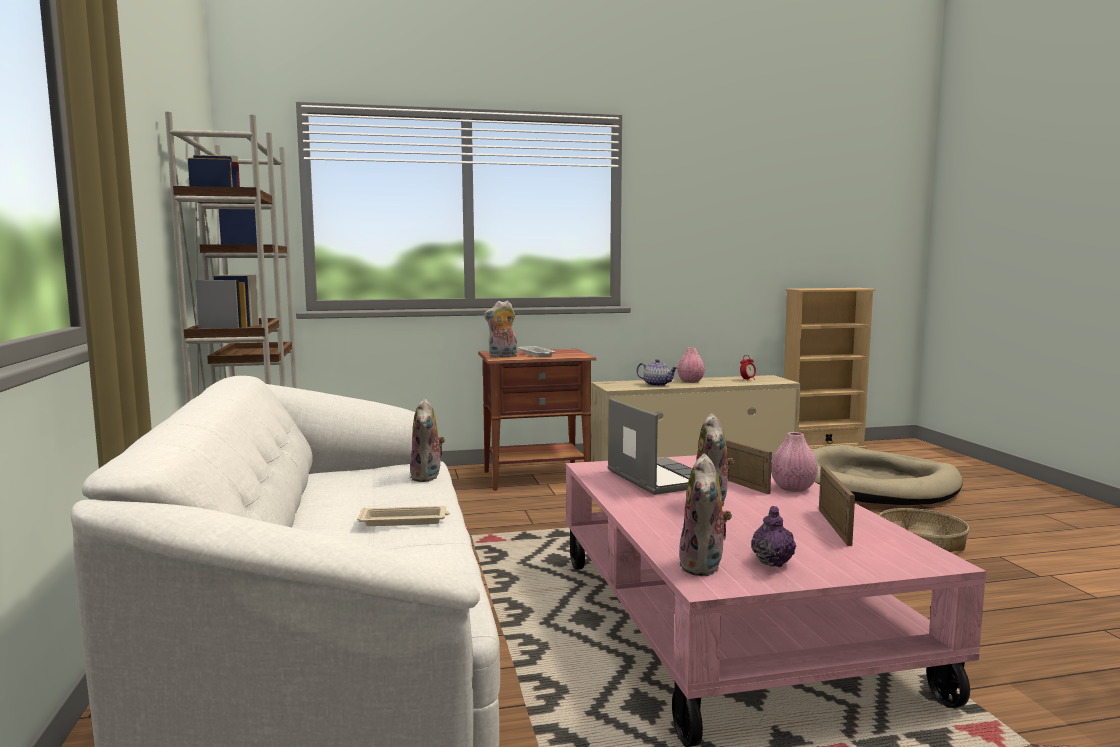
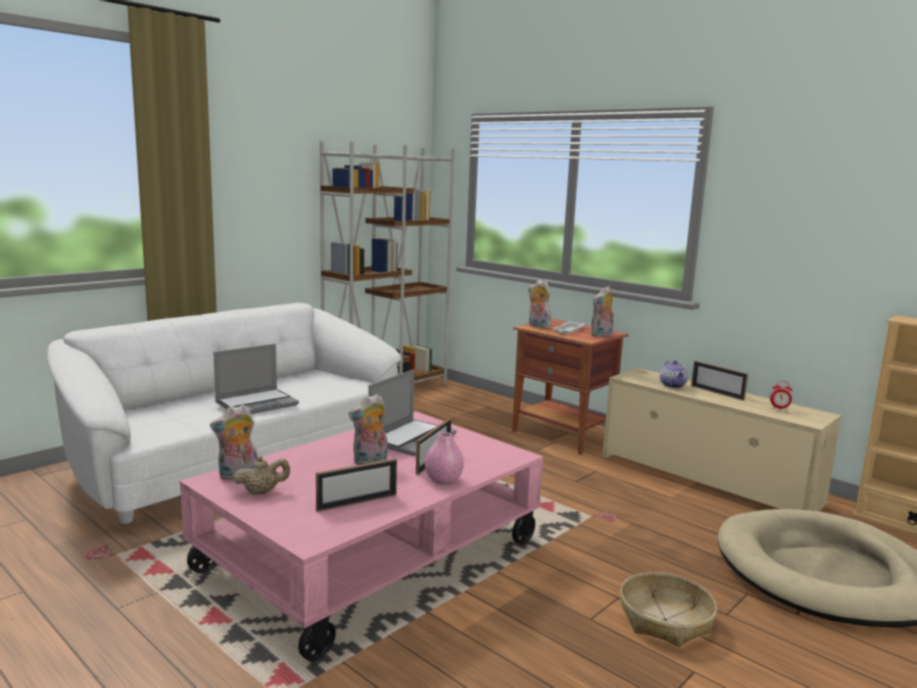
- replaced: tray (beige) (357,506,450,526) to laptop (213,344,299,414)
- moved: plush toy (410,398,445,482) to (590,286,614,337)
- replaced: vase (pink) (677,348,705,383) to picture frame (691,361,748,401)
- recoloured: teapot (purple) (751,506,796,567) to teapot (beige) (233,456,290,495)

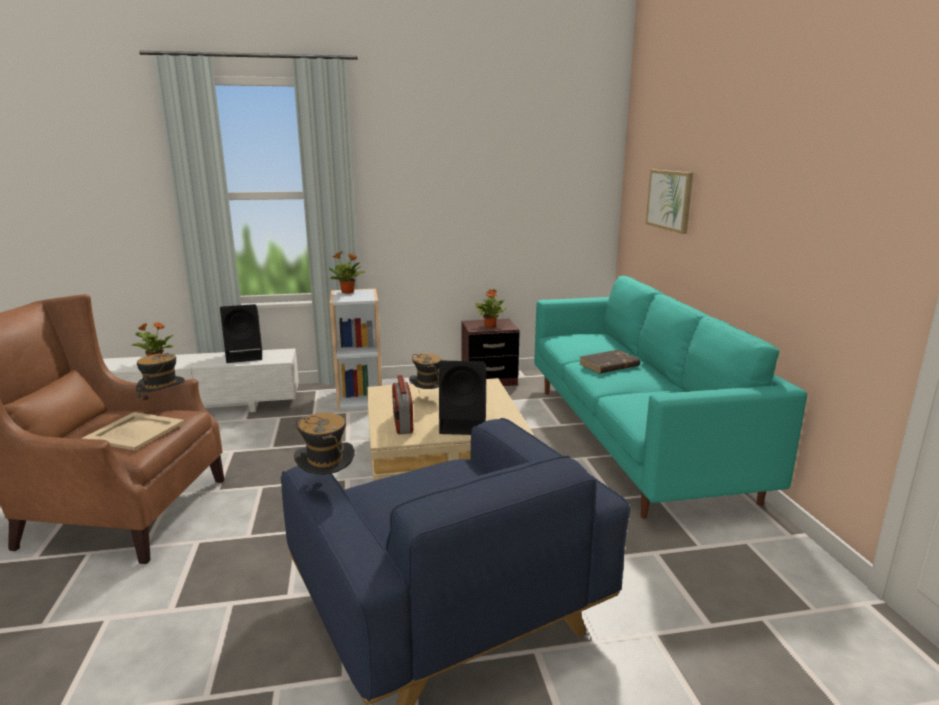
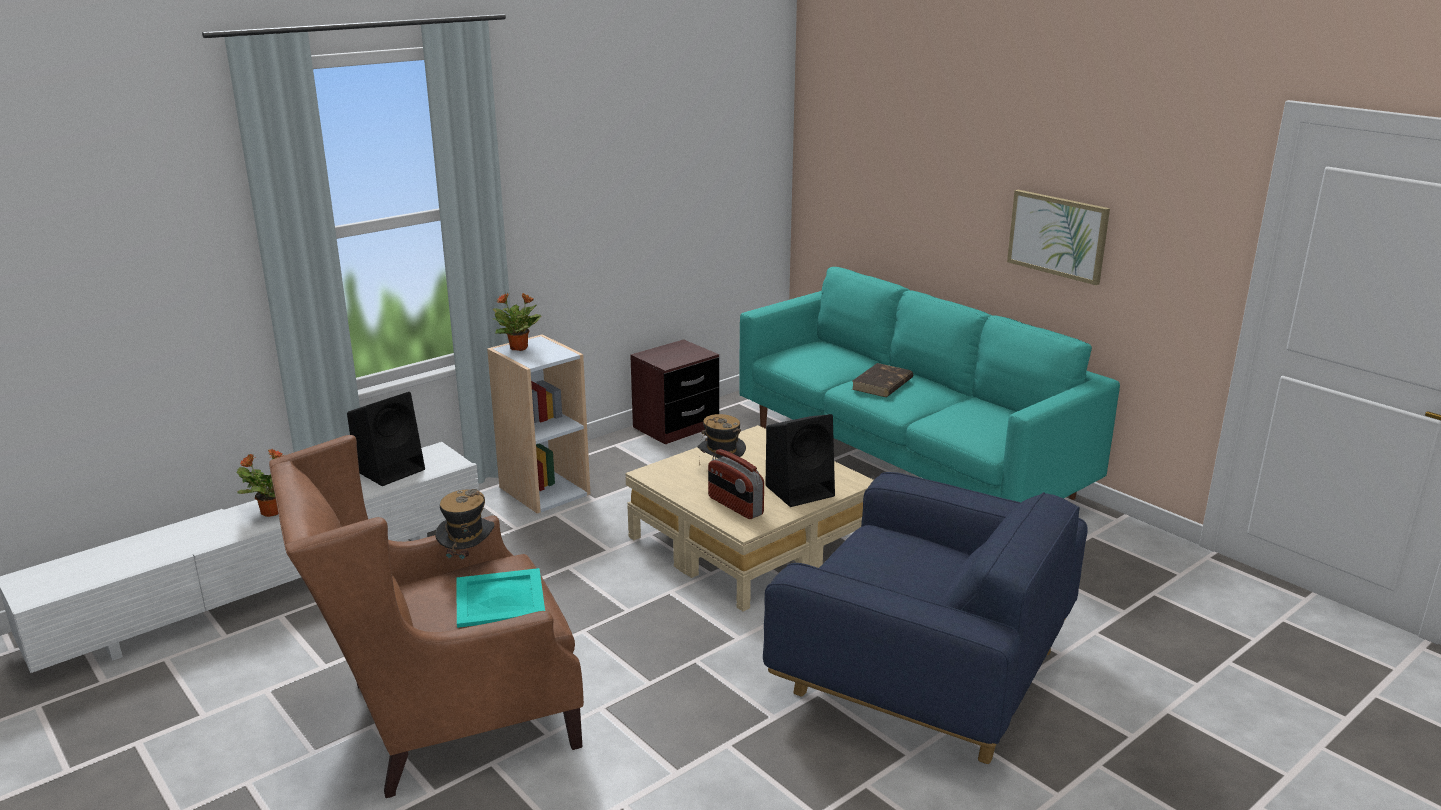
- recoloured: tray (beige) (82,412,184,451) to tray (turquoise) (456,568,545,628)
- removed: hat (294,413,355,475)
- removed: potted plant (475,289,506,328)
- moved: picture (646,170,693,234) to (1007,190,1110,285)

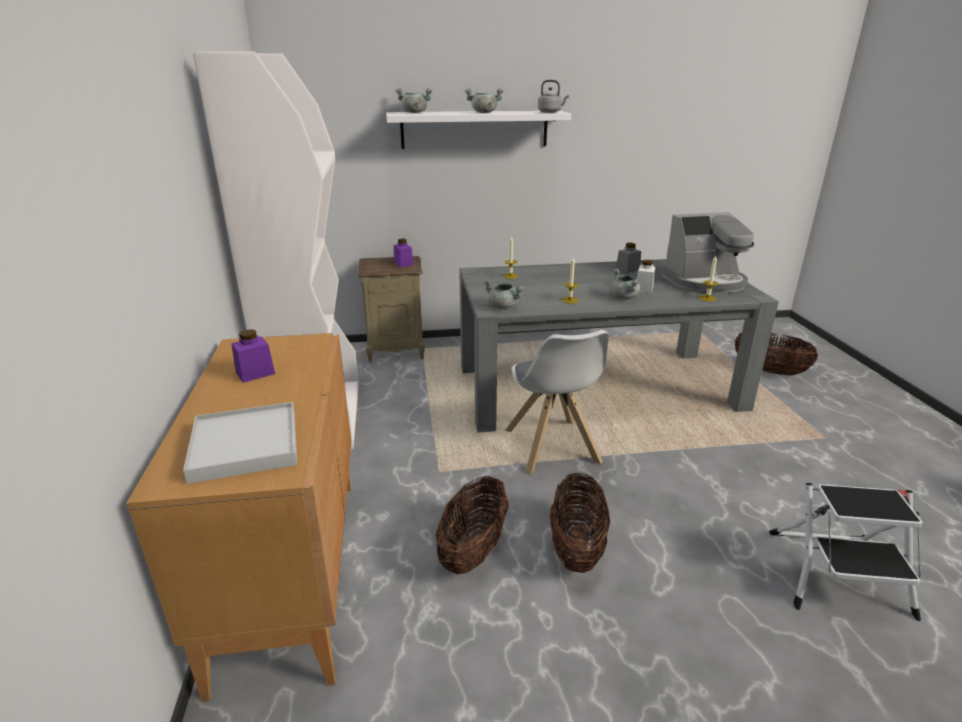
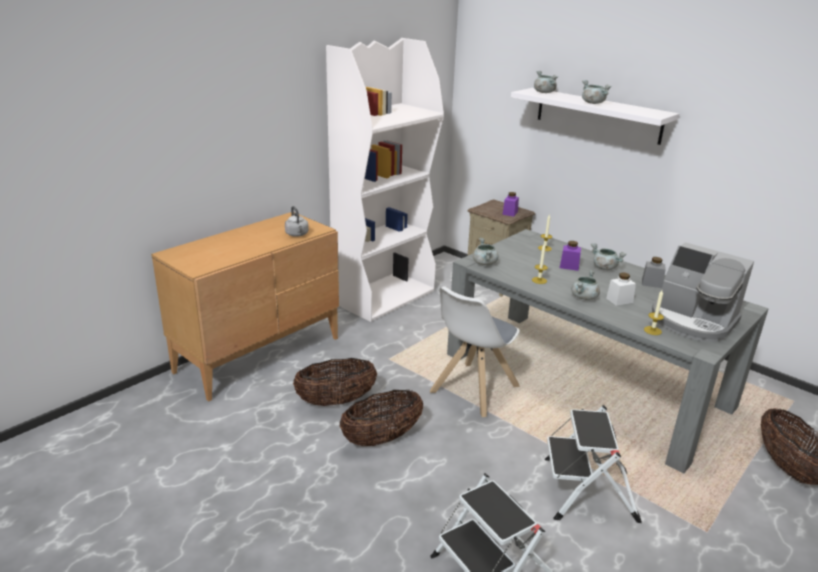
- removed: tray (white) (183,402,297,484)
- moved: jar (purple) (231,329,275,383) to (560,241,581,271)
- moved: kettle (grey) (538,80,569,113) to (285,206,309,237)
- added: step ladder (545,405,642,523)
- added: cooking pot (grey) (591,243,626,270)

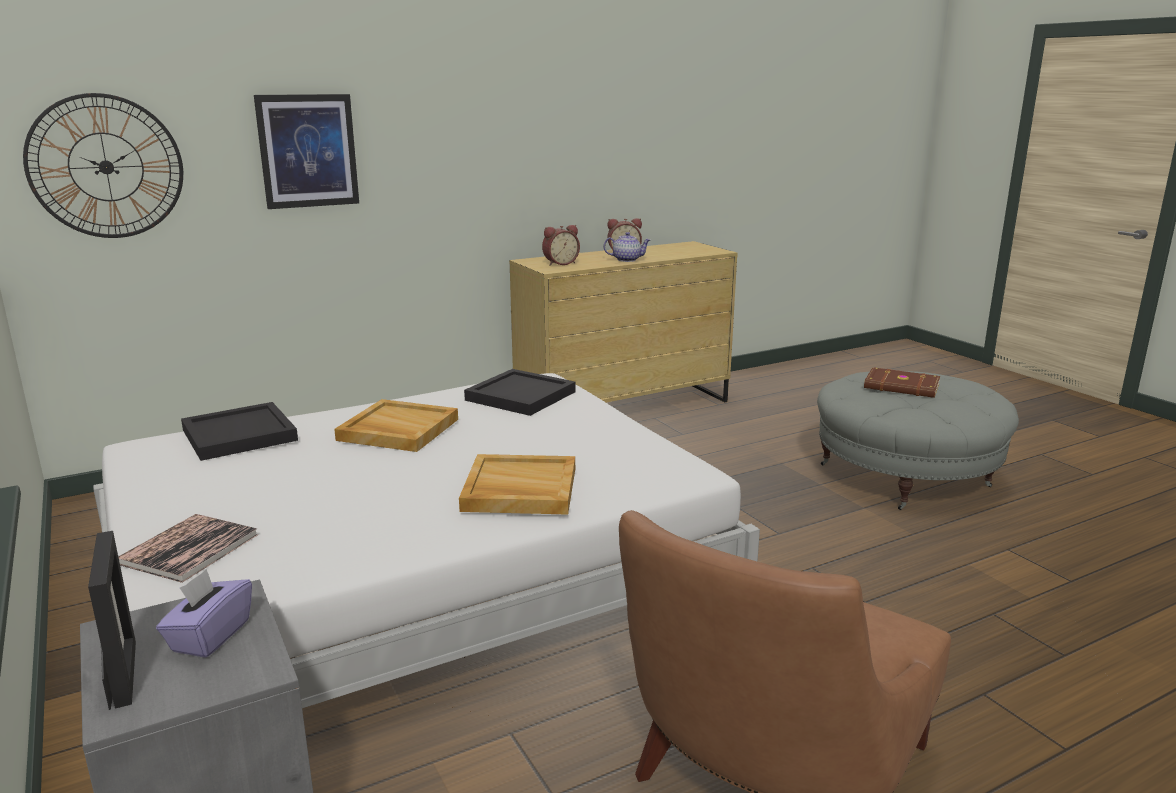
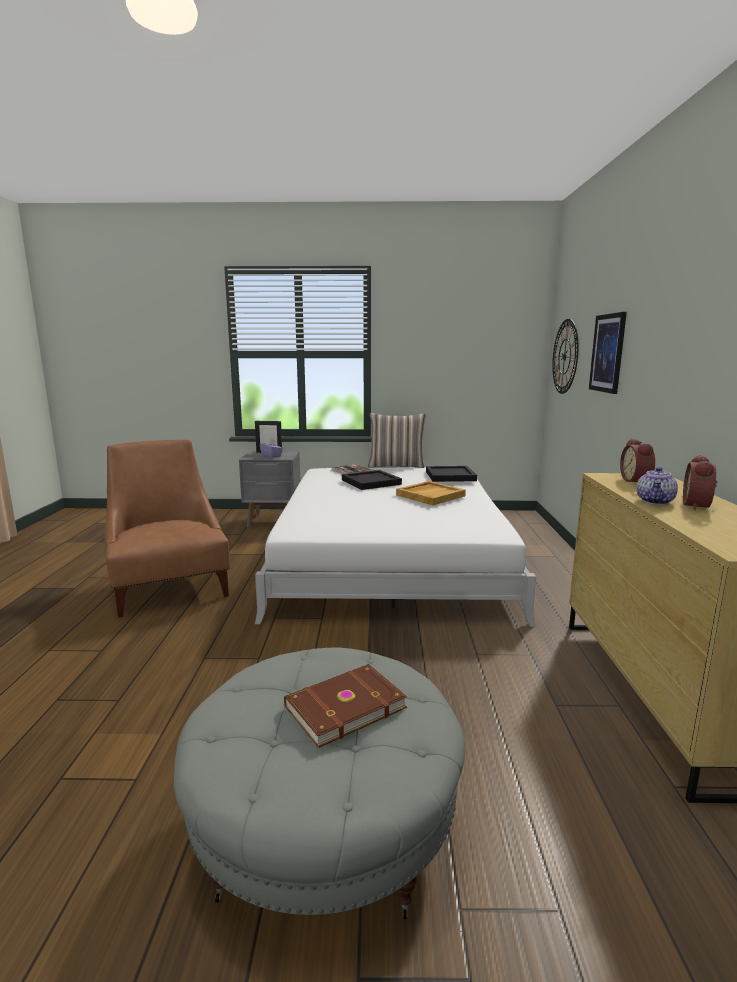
- removed: tray (beige) (459,454,575,515)
- moved: tray (black) (464,369,576,416) to (342,470,402,490)
- added: pillow (368,413,426,468)

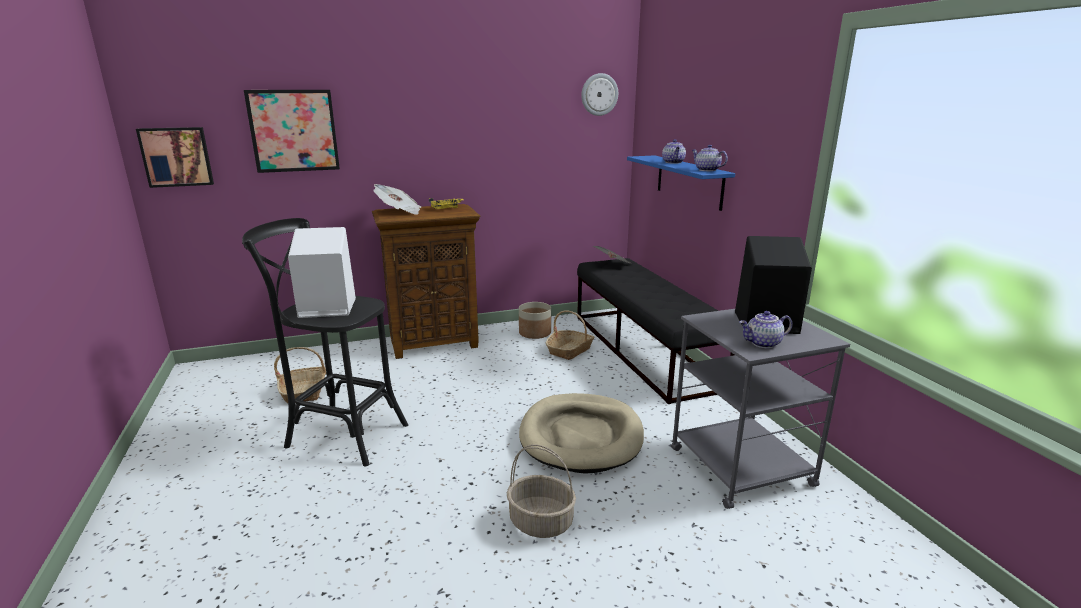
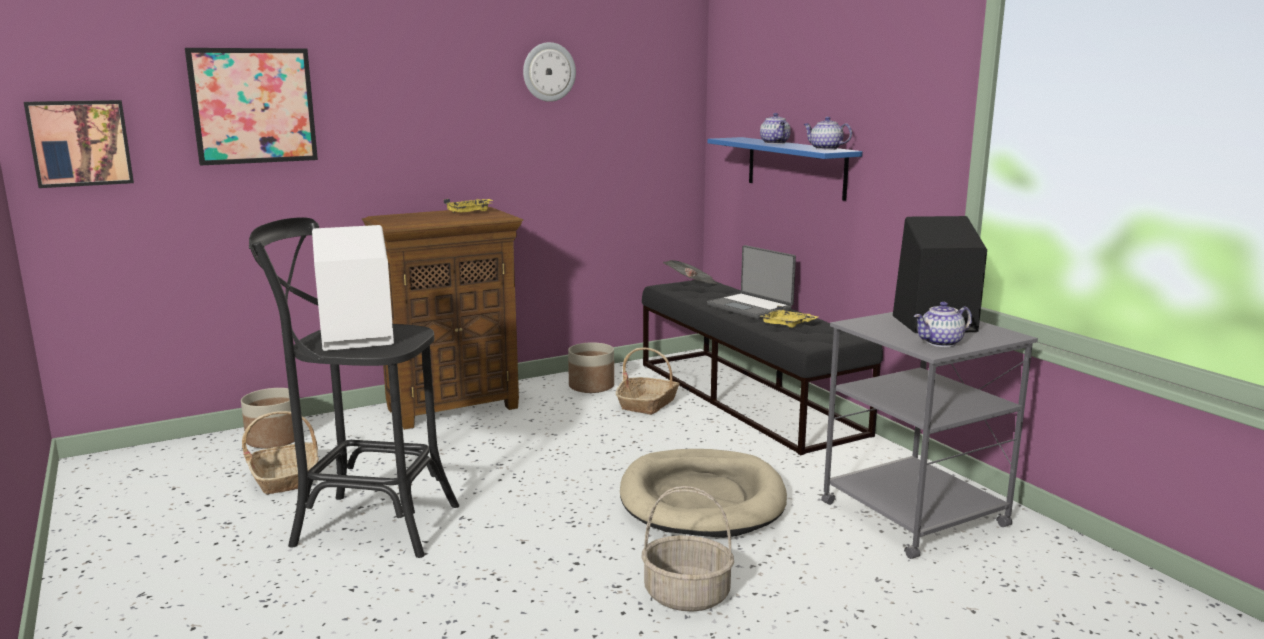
- removed: newspaper (373,184,421,215)
- moved: wall clock (581,73,618,116) to (523,42,576,102)
- added: planter (241,388,295,449)
- added: laptop (707,245,796,319)
- added: tray (yellow) (760,306,818,328)

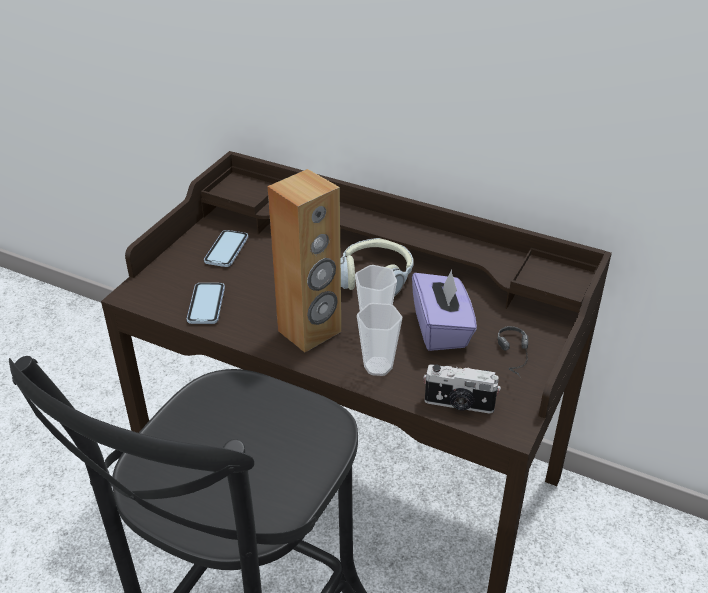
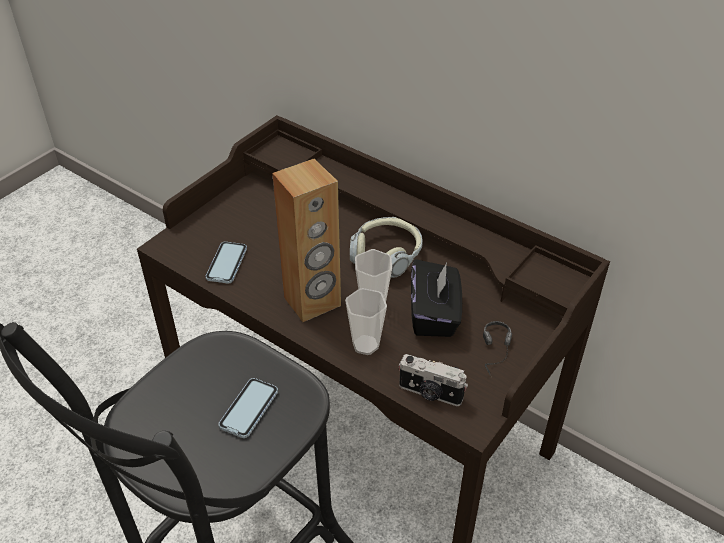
- moved: phone (204,230,248,267) to (219,378,278,438)
- recoloured: tissue box (purple) (412,269,477,351) to tissue box (black) (411,259,462,337)

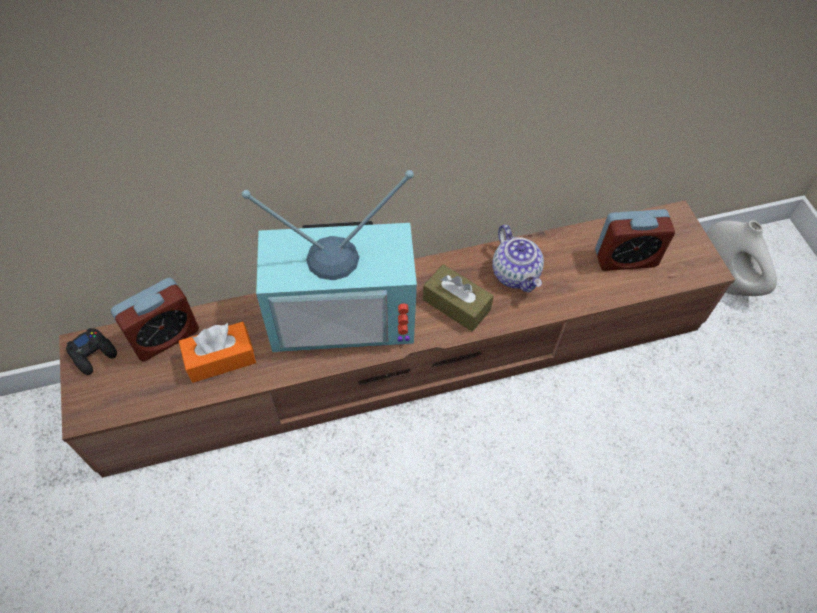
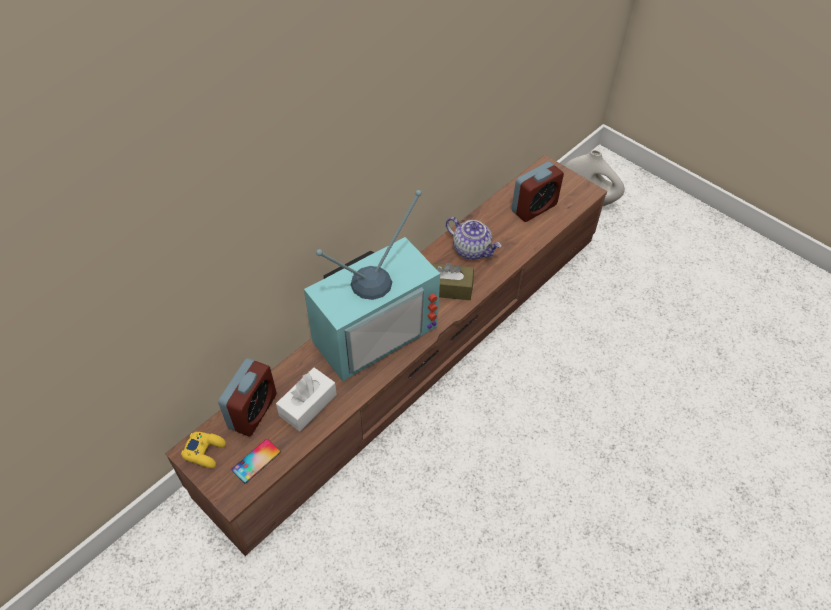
- recoloured: game controller (black) (66,328,117,375) to game controller (yellow) (181,432,226,468)
- recoloured: tissue box (orange) (179,322,256,383) to tissue box (white) (276,367,337,431)
- added: phone (231,439,281,483)

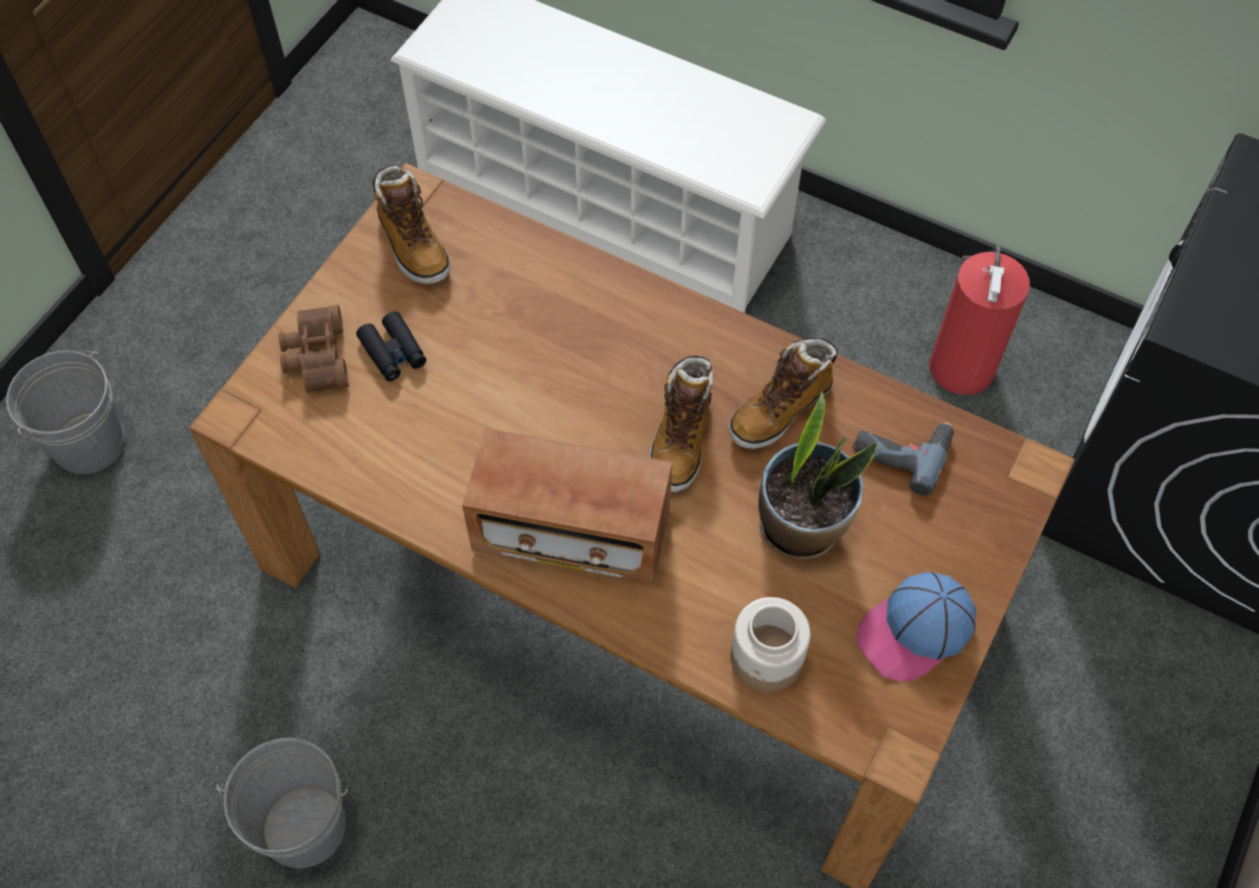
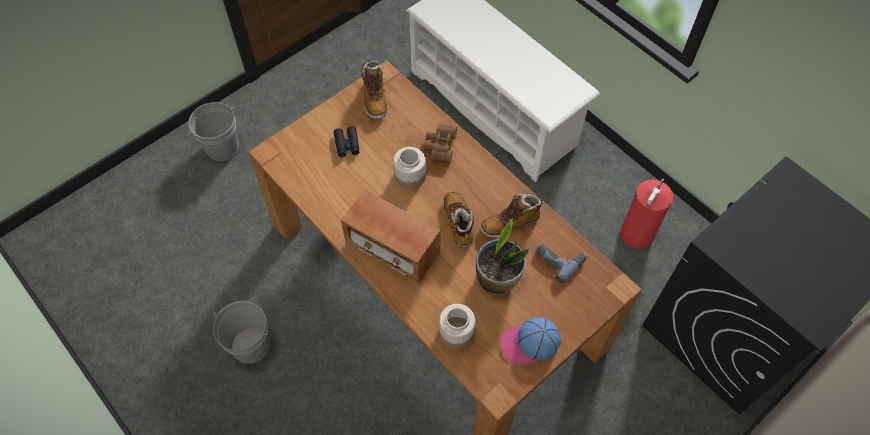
- moved: binoculars (brown) (278,305,349,393) to (424,124,457,164)
- turned: boot (649,355,714,492) = (443,191,474,248) 135 degrees clockwise
- added: jar (393,147,426,189)

